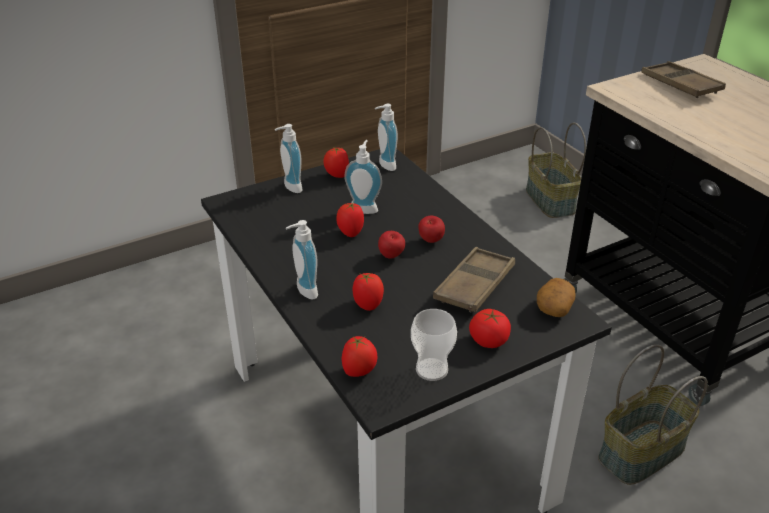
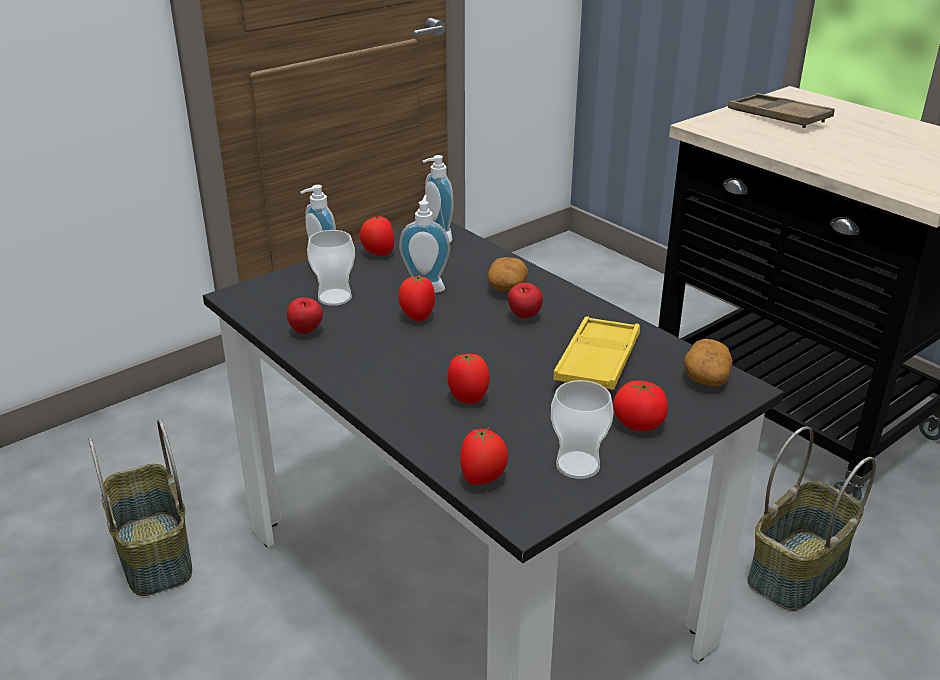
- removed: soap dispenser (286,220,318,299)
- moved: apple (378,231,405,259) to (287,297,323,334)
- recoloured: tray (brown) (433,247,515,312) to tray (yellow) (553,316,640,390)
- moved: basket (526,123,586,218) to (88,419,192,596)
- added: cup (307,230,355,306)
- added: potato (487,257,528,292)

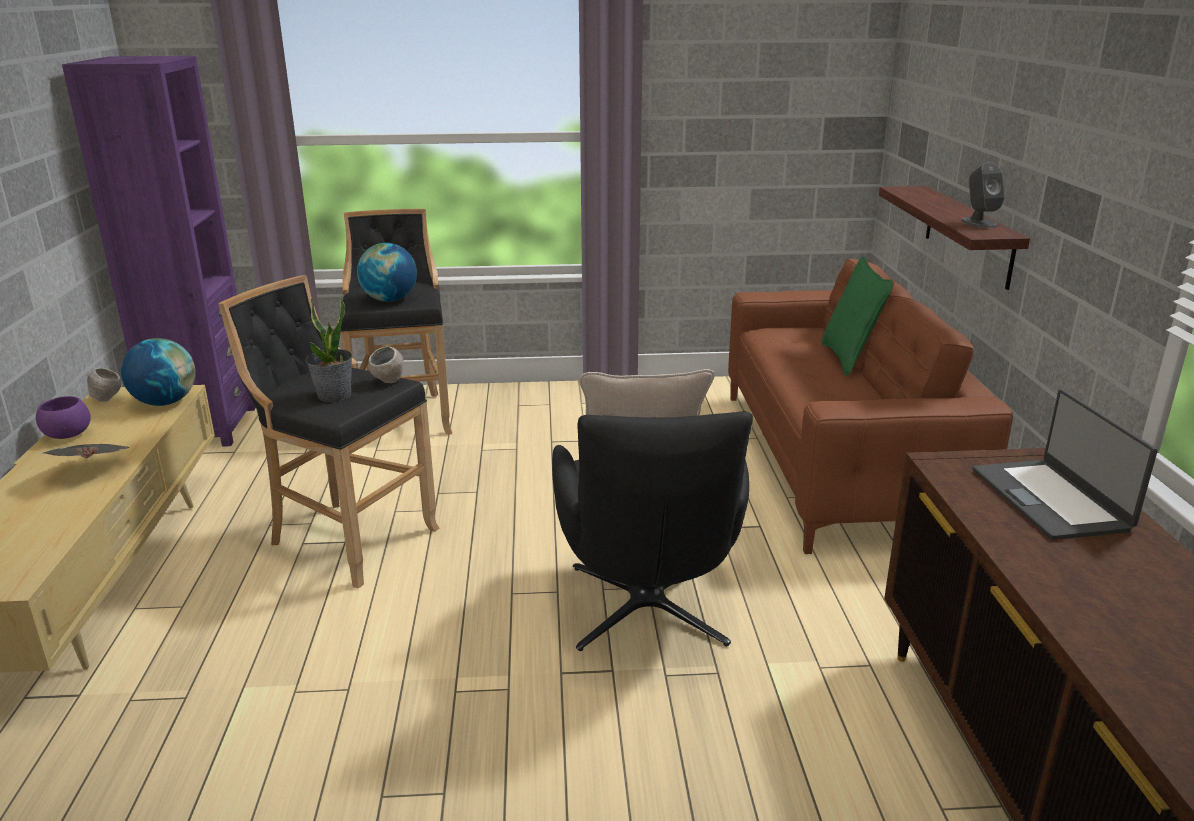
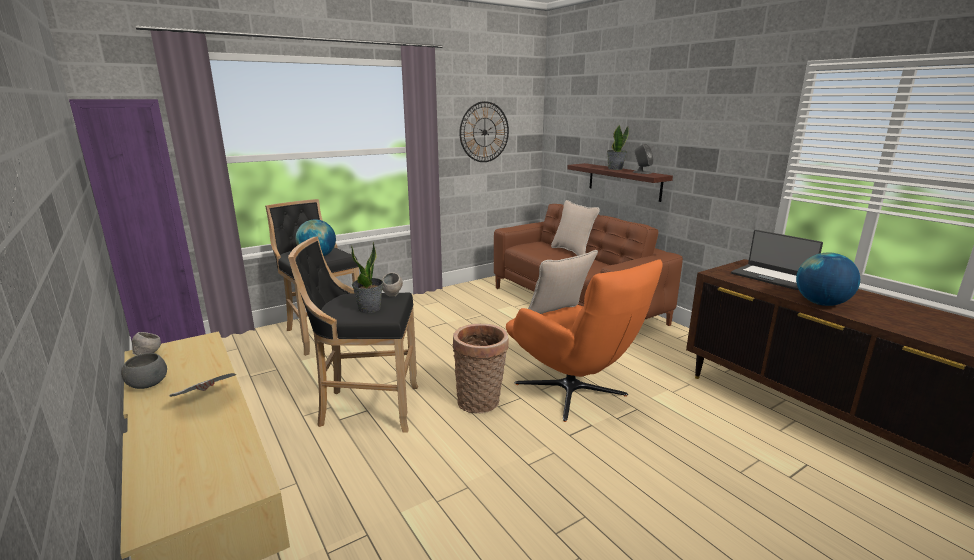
- recoloured: bowl (purple) (36,396,91,439) to bowl (grey) (121,353,167,389)
- moved: globe (121,338,196,406) to (796,252,860,306)
- recoloured: armchair (black) (552,411,753,651) to armchair (orange) (506,259,663,422)
- recoloured: pillow (green) (821,256,893,376) to pillow (beige) (551,200,600,256)
- added: basket (453,324,509,413)
- added: wall clock (459,101,509,162)
- added: potted plant (607,124,629,170)

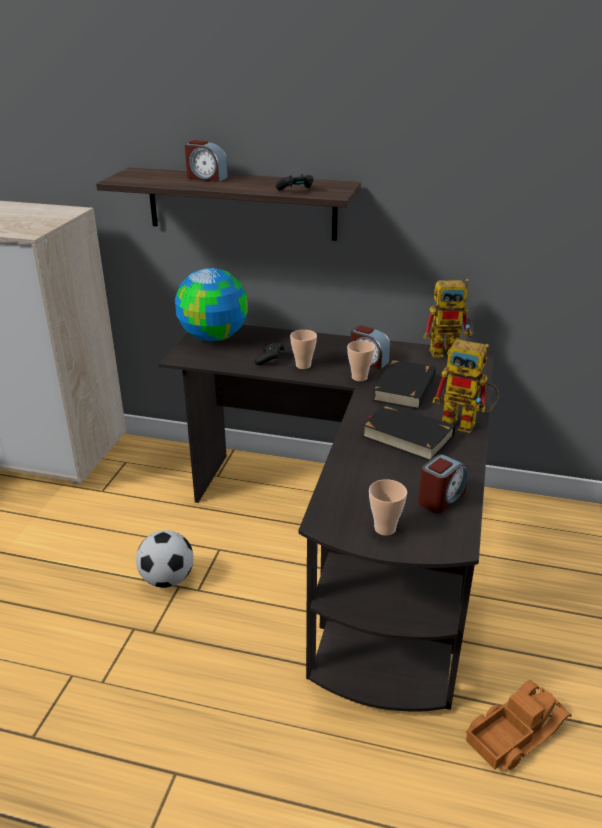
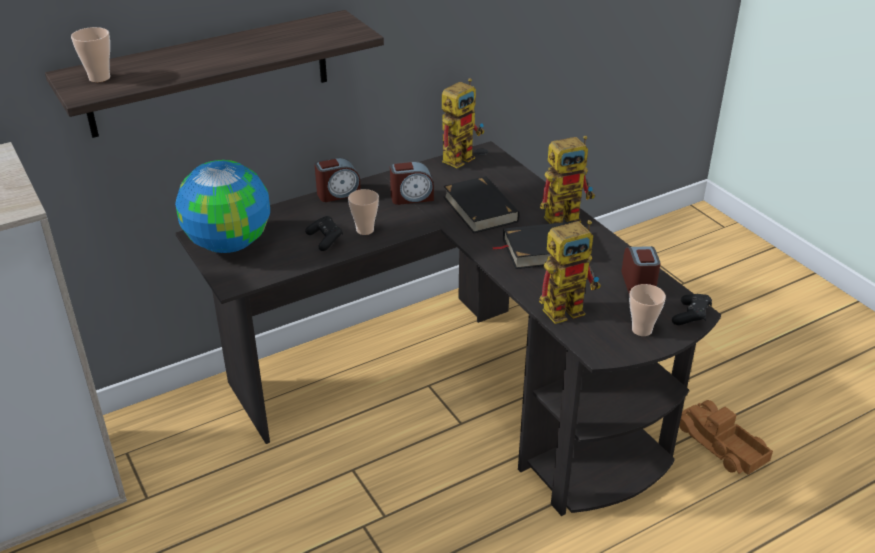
- removed: football (136,530,194,588)
- moved: alarm clock (185,140,228,182) to (315,157,361,202)
- moved: game controller (black) (276,174,314,190) to (672,294,712,325)
- moved: cup (347,341,375,381) to (71,27,110,82)
- turned: toy truck (466,680,572,771) = (679,400,773,475) 45 degrees counterclockwise
- added: toy robot (539,220,601,324)

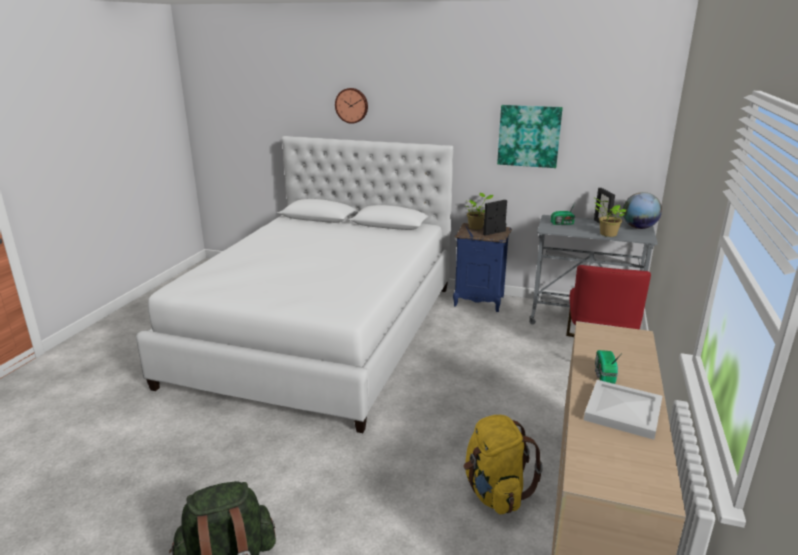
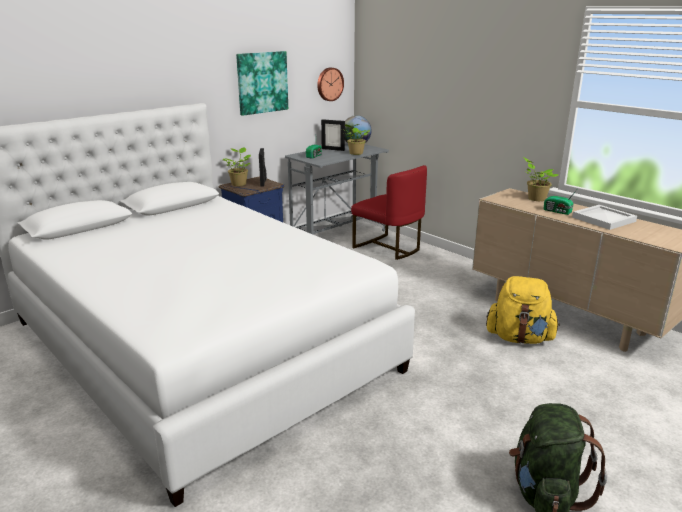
- moved: wall clock (335,88,368,124) to (317,68,344,101)
- added: potted plant (523,157,558,201)

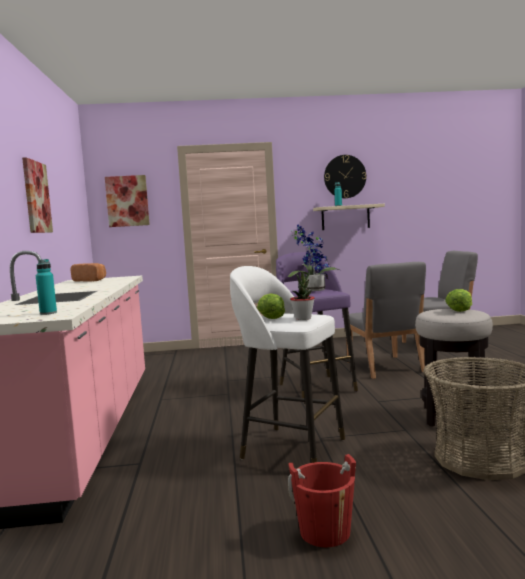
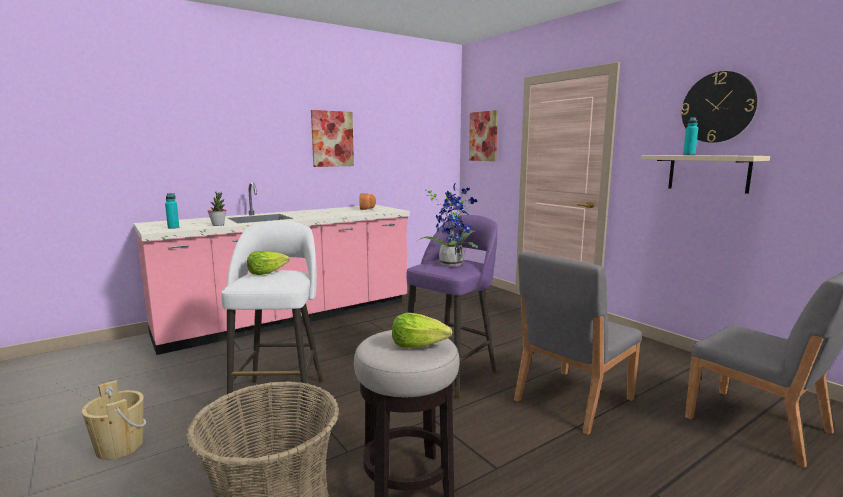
- recoloured: bucket (red) (288,454,356,547) to bucket (beige) (82,380,146,460)
- moved: potted plant (290,271,315,320) to (208,192,226,226)

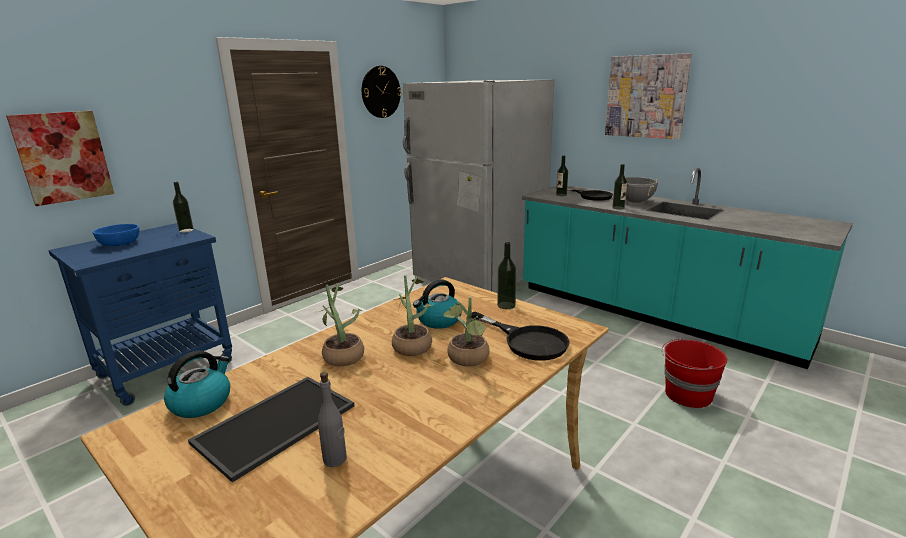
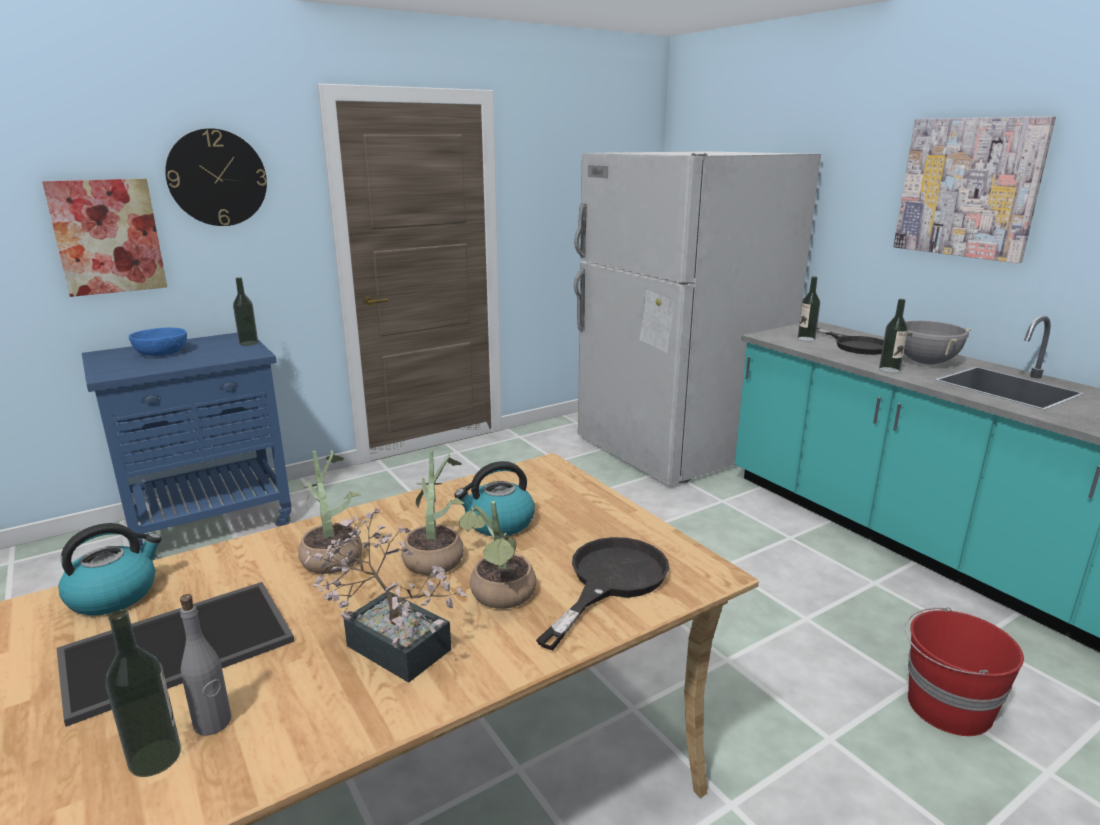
- moved: wall clock (362,66,401,118) to (165,128,267,226)
- turned: frying pan (black) (472,311,570,360) = (536,537,669,650) 120 degrees counterclockwise
- moved: bottle (497,242,516,309) to (105,609,181,777)
- added: potted plant (305,509,468,683)

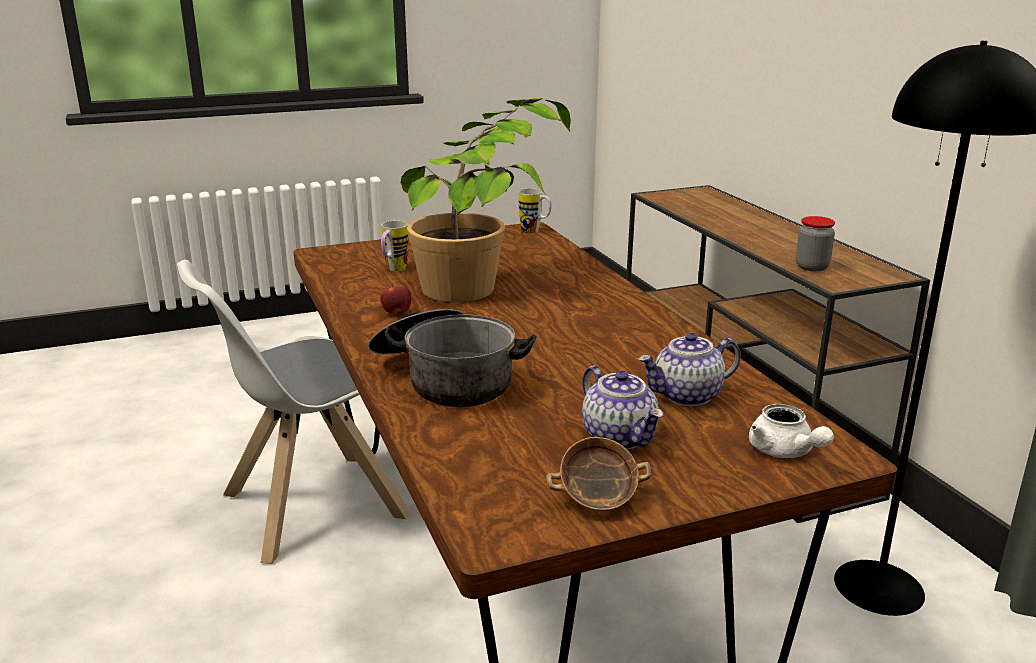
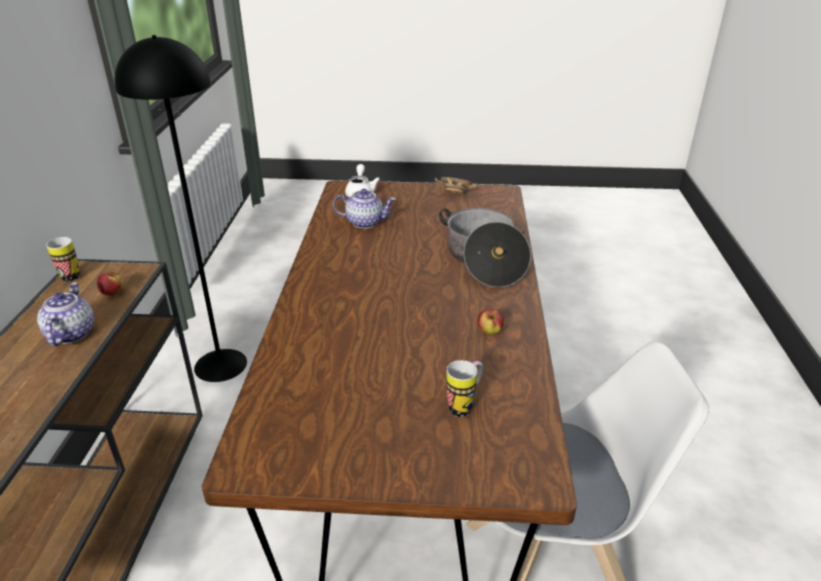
- removed: potted plant (400,98,571,302)
- moved: mug (519,189,552,234) to (46,237,80,282)
- moved: teapot (582,366,663,450) to (37,282,94,346)
- replaced: jar (796,216,835,271) to apple (97,271,123,296)

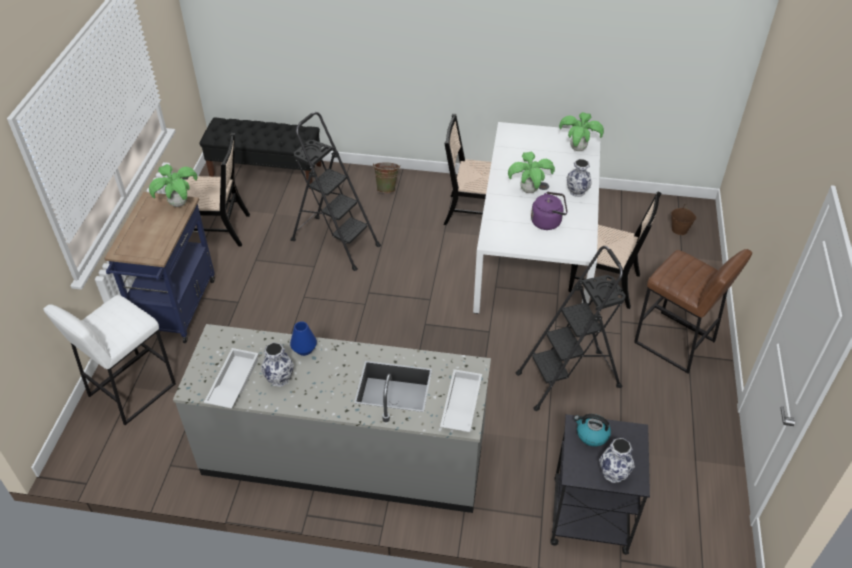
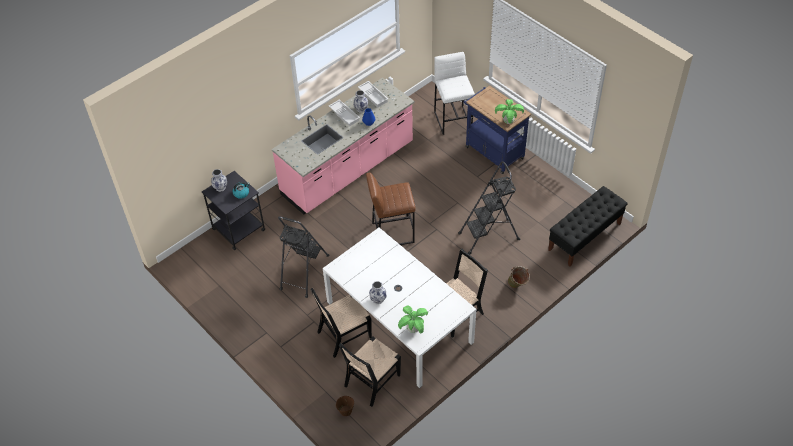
- recoloured: counter (grey) (173,324,491,513) to counter (pink) (272,78,415,215)
- moved: chair (182,133,250,247) to (339,336,401,407)
- moved: tray (white) (440,369,482,432) to (329,100,360,127)
- removed: potted plant (508,152,555,193)
- removed: kettle (purple) (531,192,568,230)
- moved: stool (brown) (634,249,752,373) to (366,172,416,245)

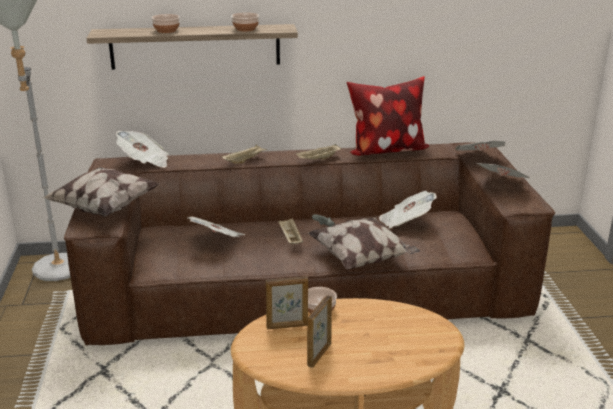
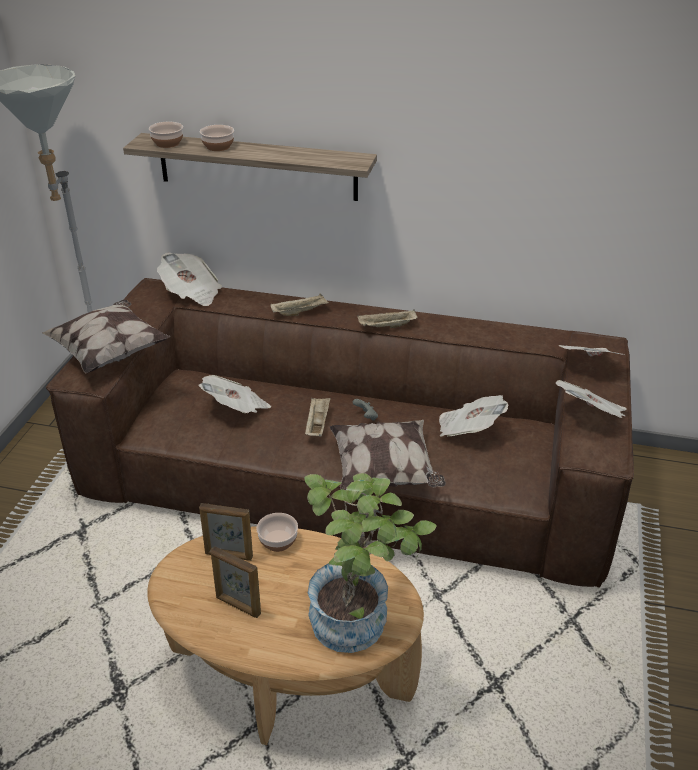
- moved: bowl (231,12,259,31) to (149,122,183,148)
- turned: picture frame (307,295,332,368) = (211,546,261,618) 105 degrees counterclockwise
- removed: pillow (347,76,429,155)
- added: potted plant (304,473,437,653)

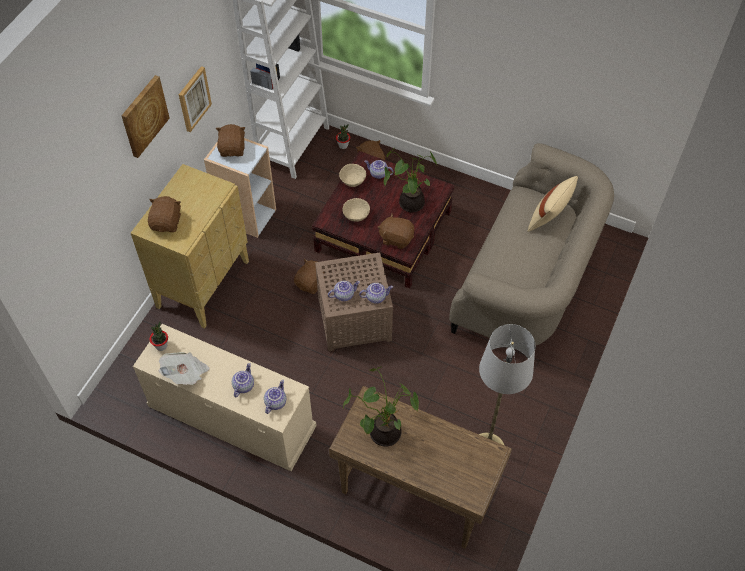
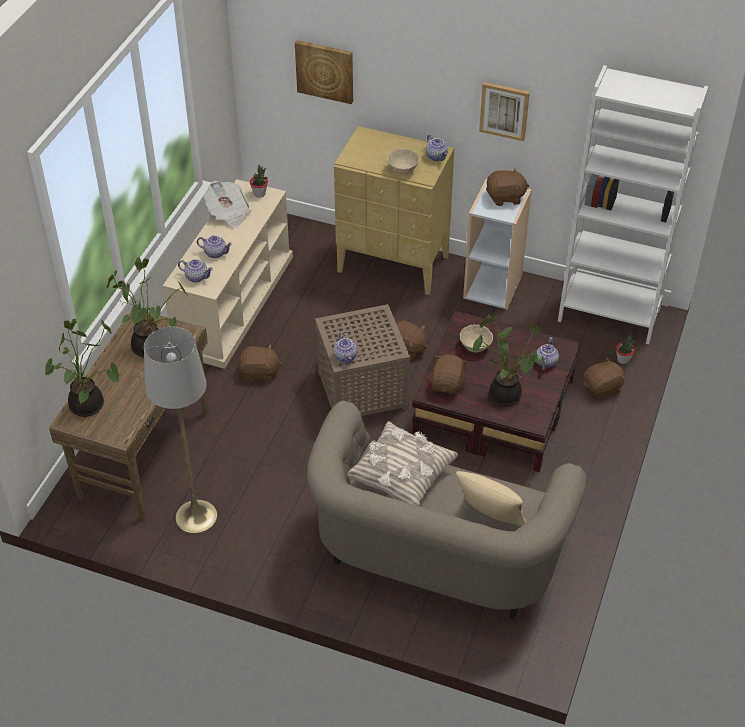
- moved: picture (122,75,170,158) to (295,40,353,104)
- moved: plush toy (brown) (148,196,181,232) to (238,344,282,382)
- moved: teapot (328,281,360,301) to (426,134,448,161)
- moved: bowl (beige) (339,164,366,187) to (387,148,420,174)
- added: potted plant (44,319,119,417)
- added: pillow (beige) (348,421,458,506)

